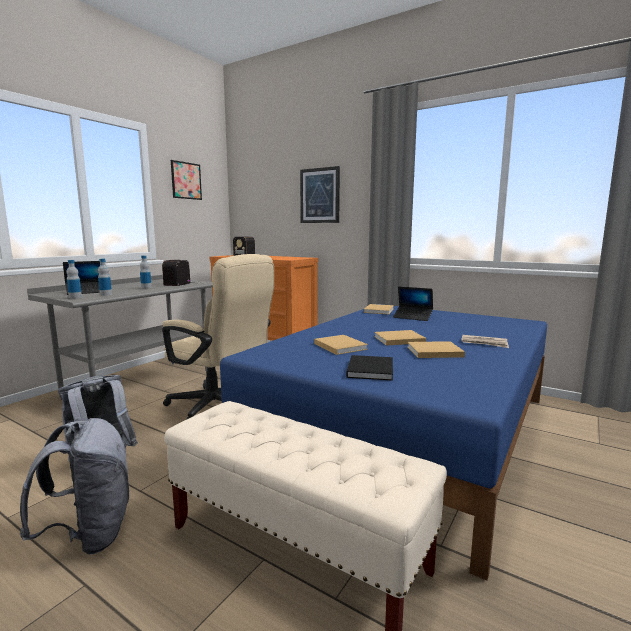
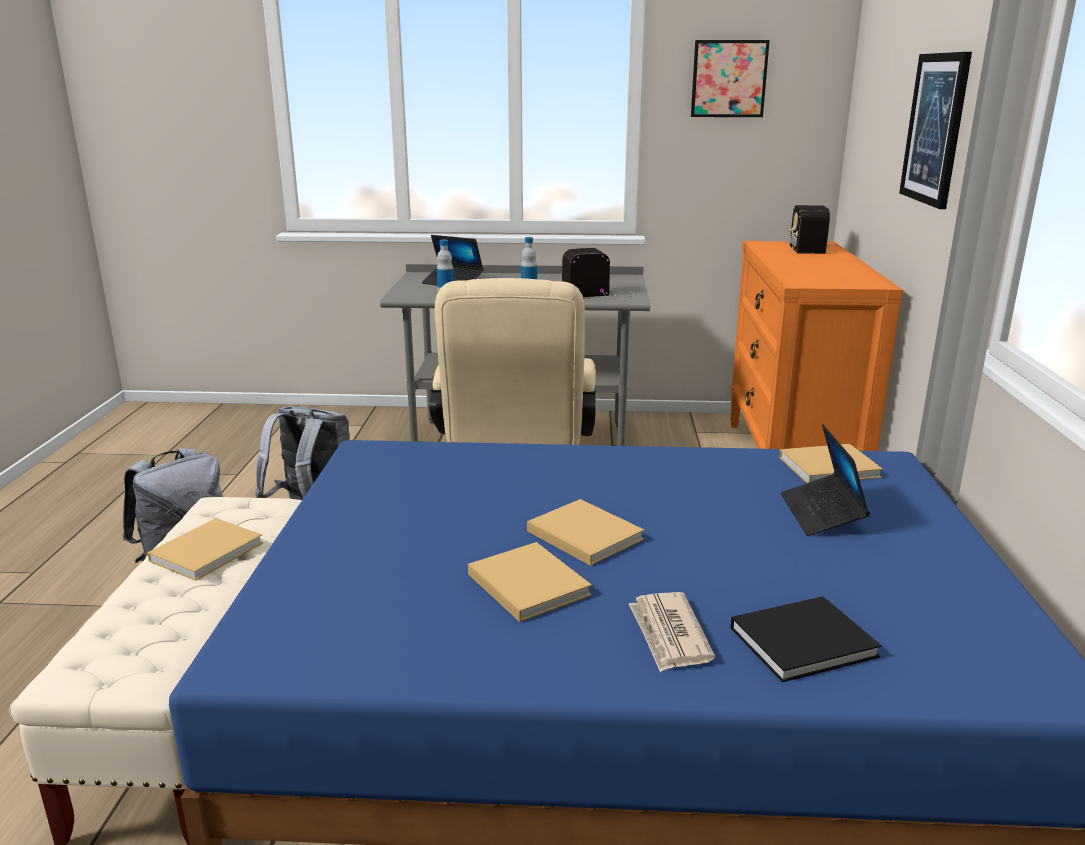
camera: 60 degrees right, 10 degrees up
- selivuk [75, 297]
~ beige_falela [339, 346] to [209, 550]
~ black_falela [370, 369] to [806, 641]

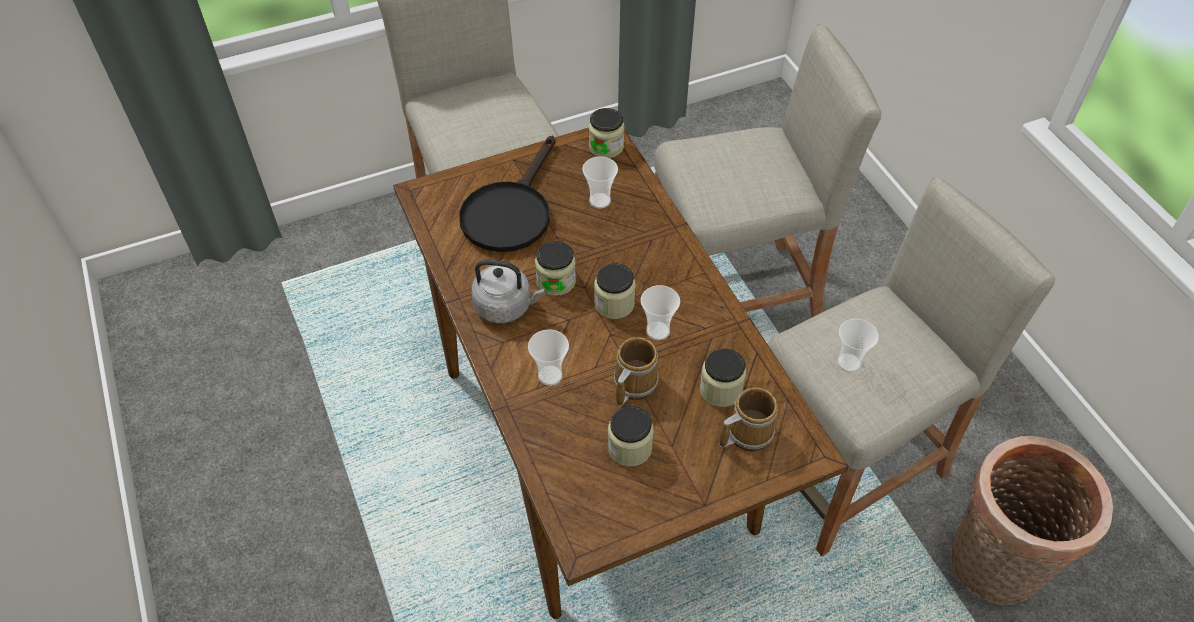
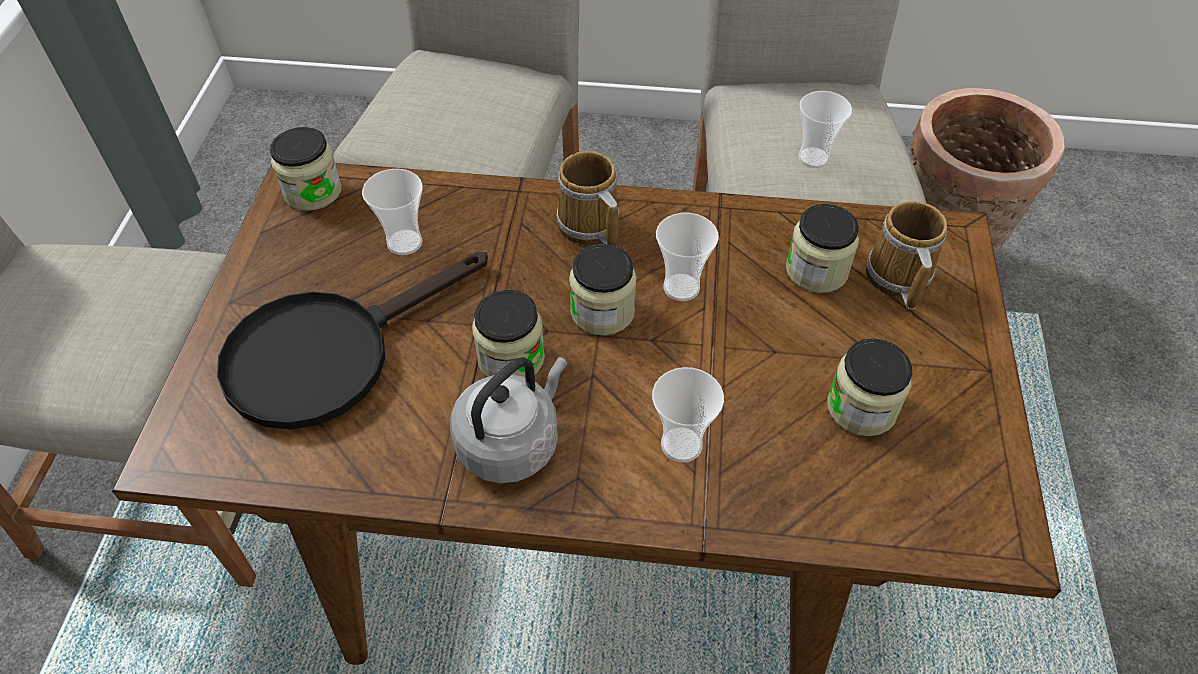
camera: 60 degrees left, 0 degrees up
~ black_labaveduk [510, 211] = [329, 353] 90 degrees clockwise
~ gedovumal [632, 384] to [589, 227]

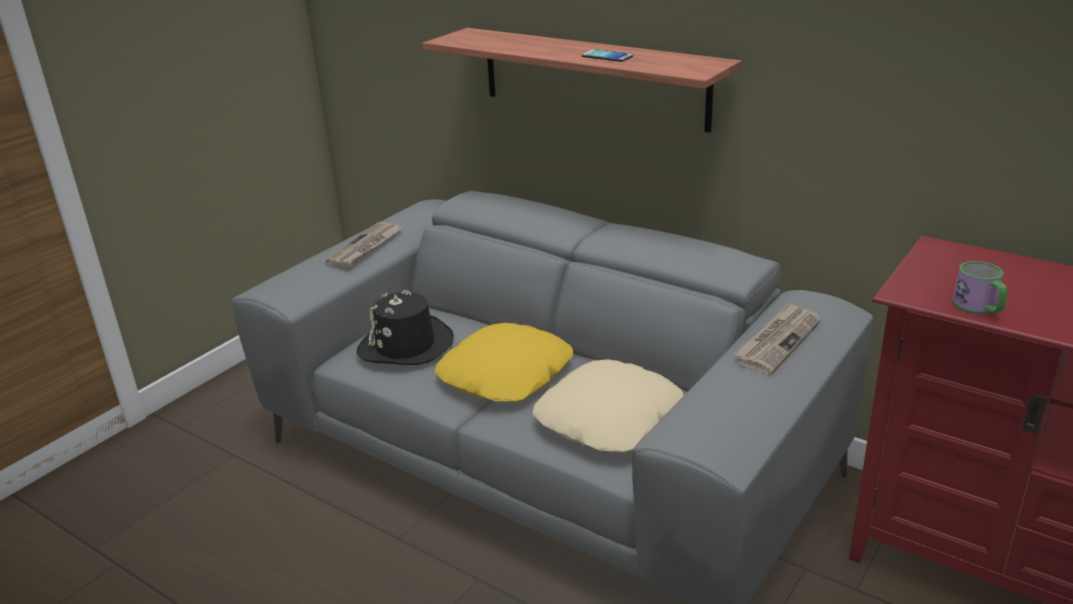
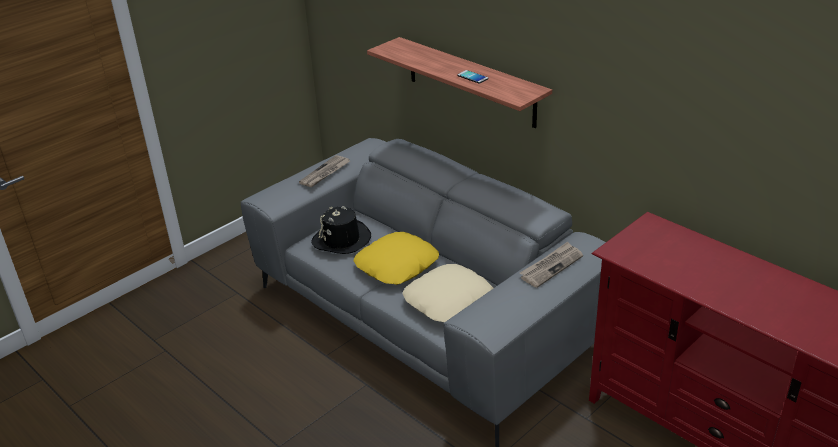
camera: 10 degrees right, 5 degrees up
- gedovumal [979, 308]

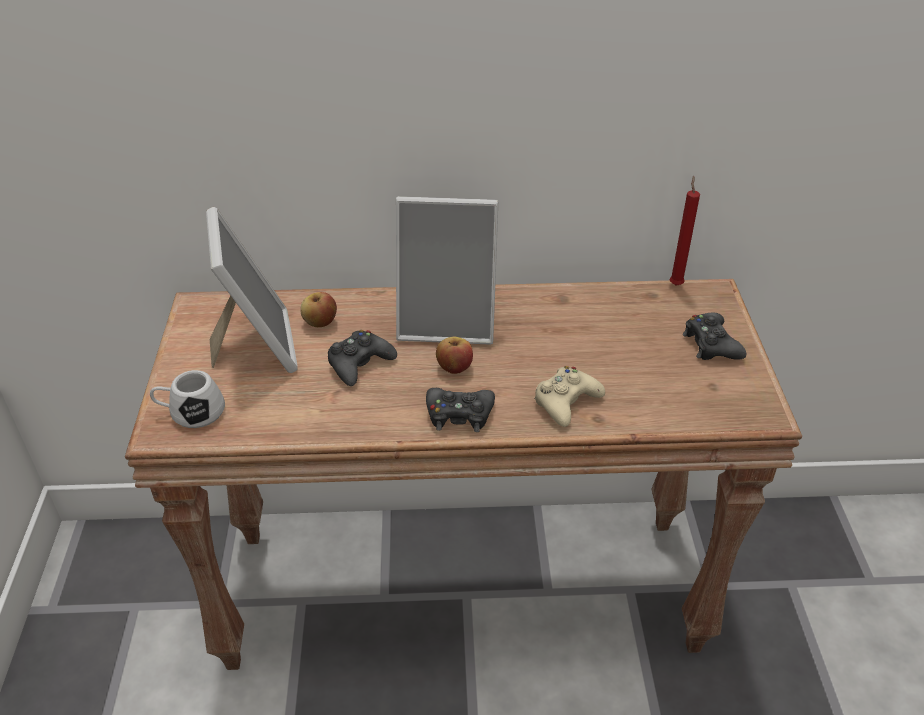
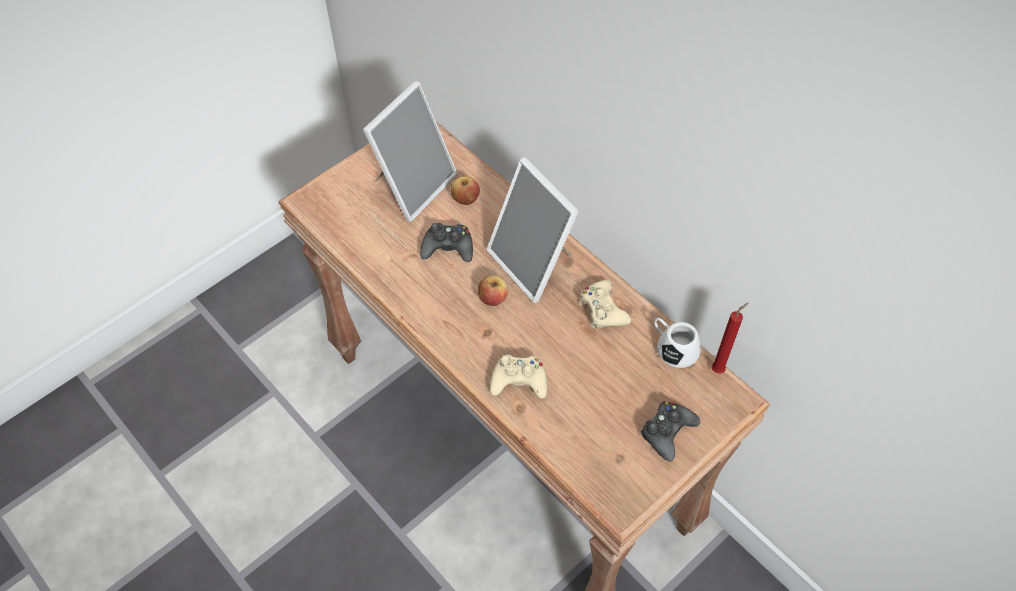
camera: 50 degrees right, 15 degrees up
~ white_gedovumal [191, 412] to [673, 347]
- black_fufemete [459, 414]
+ beige_fufemete [602, 310]

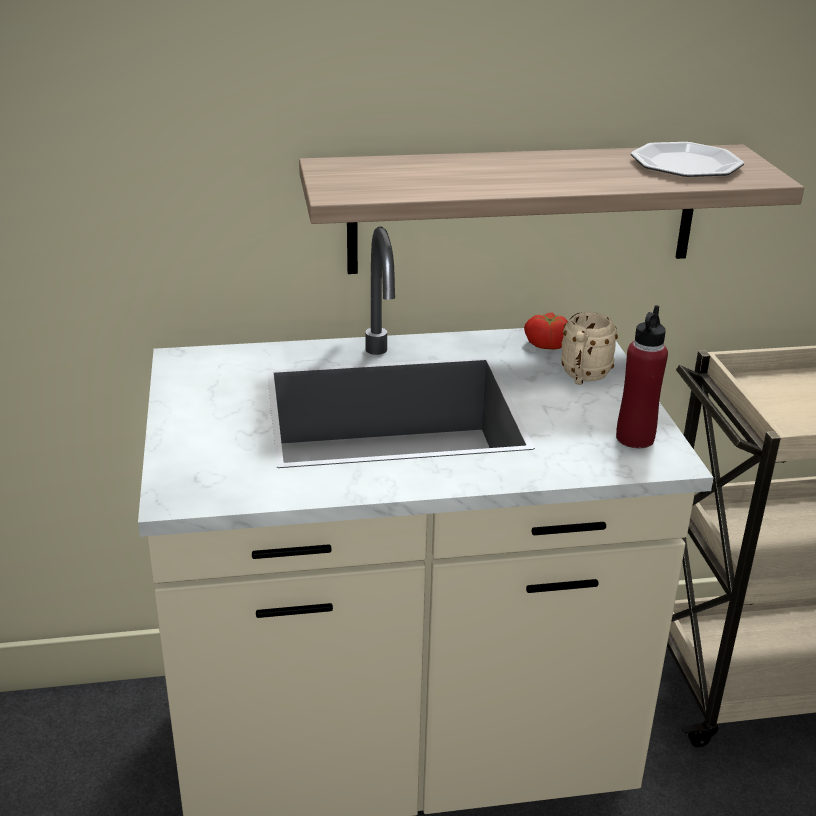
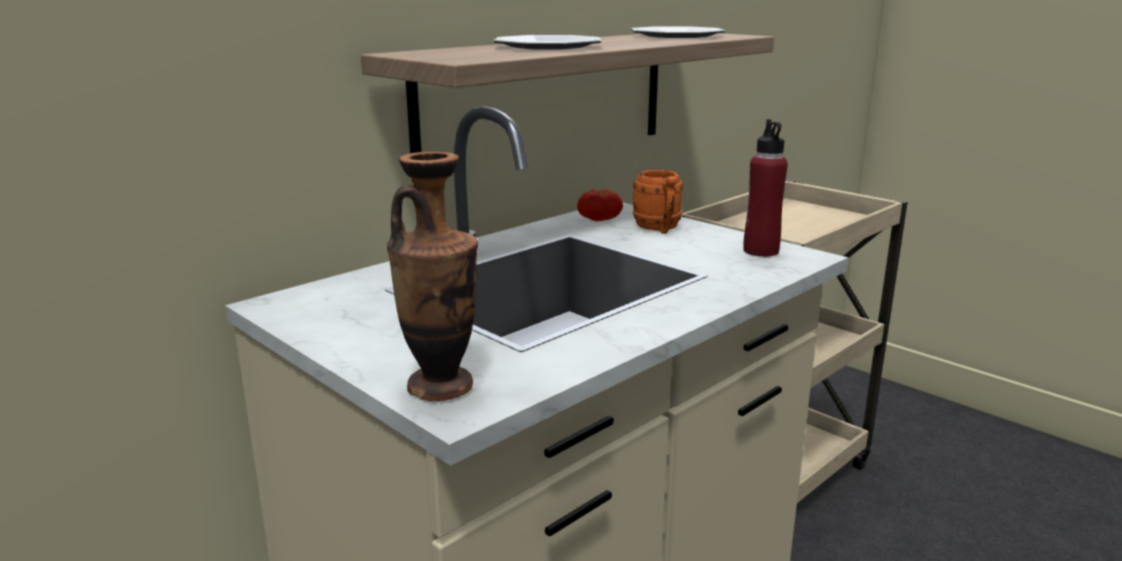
camera: 35 degrees left, 10 degrees down
~ beige_gedovumal [583, 377] to orange_gedovumal [659, 229]
+ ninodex [548, 46]
+ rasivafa [440, 386]

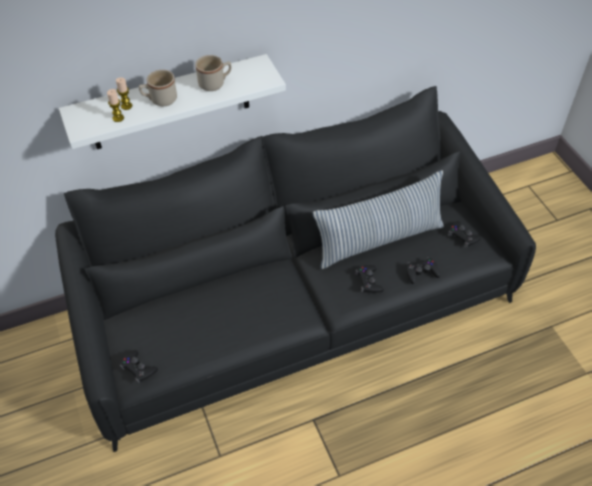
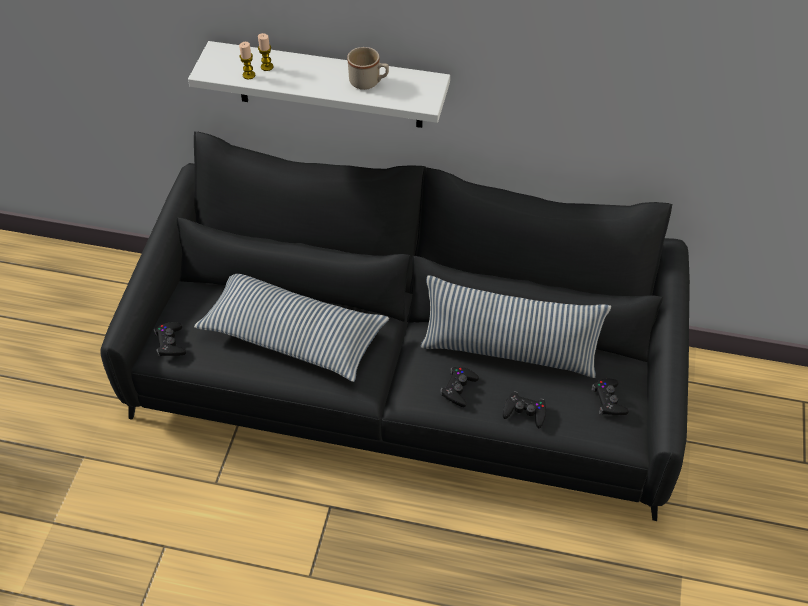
camera: 35 degrees right, 0 degrees up
- beige_gedovumal [160, 100]
+ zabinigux [293, 334]

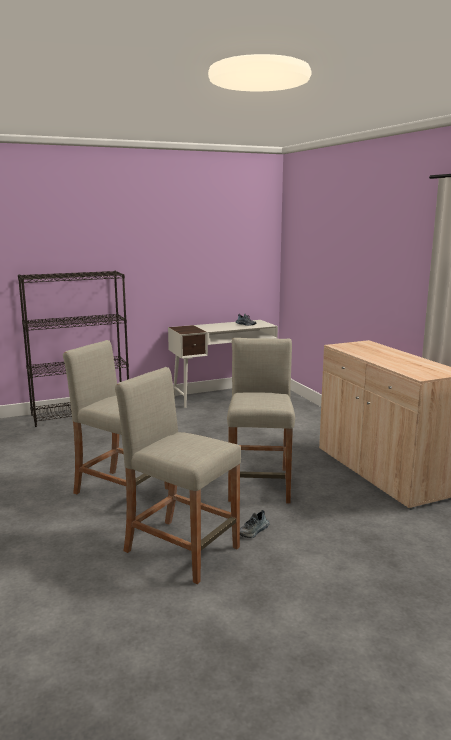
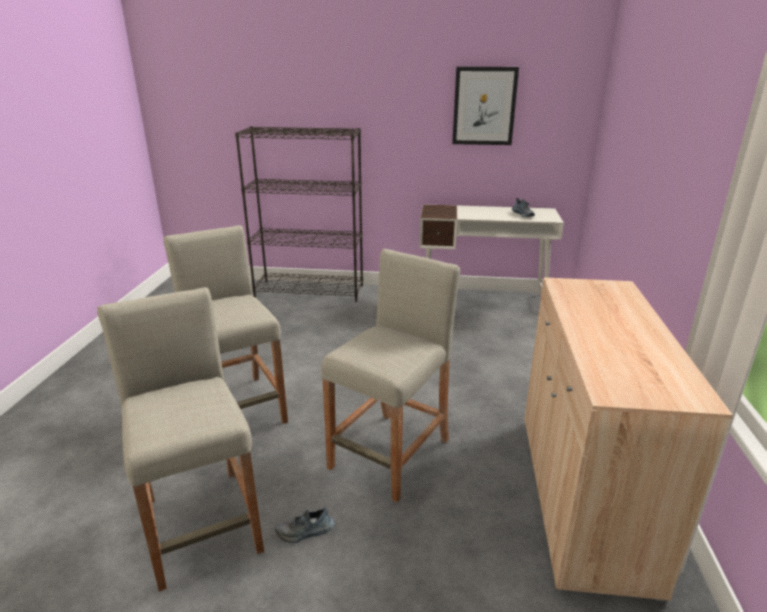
camera: 30 degrees right, 10 degrees up
+ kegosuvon [484, 106]

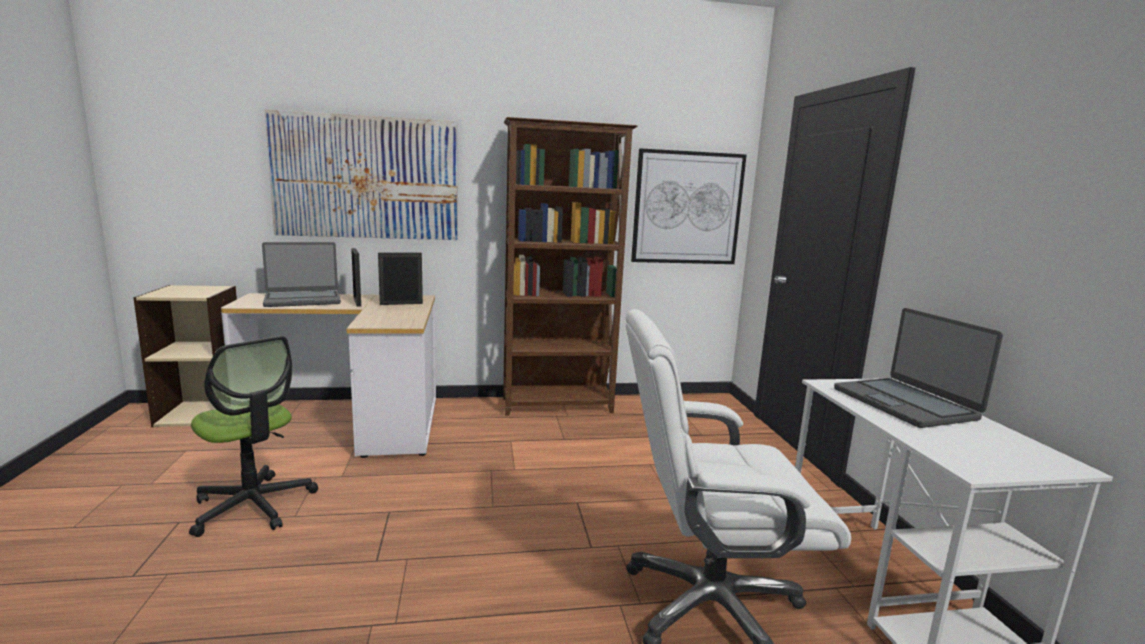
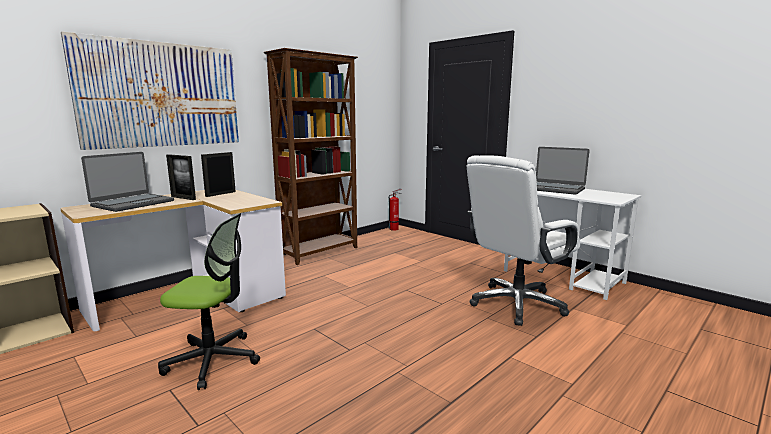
camera: 35 degrees left, 0 degrees up
- kegosuvon [687, 208]
+ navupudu [395, 229]

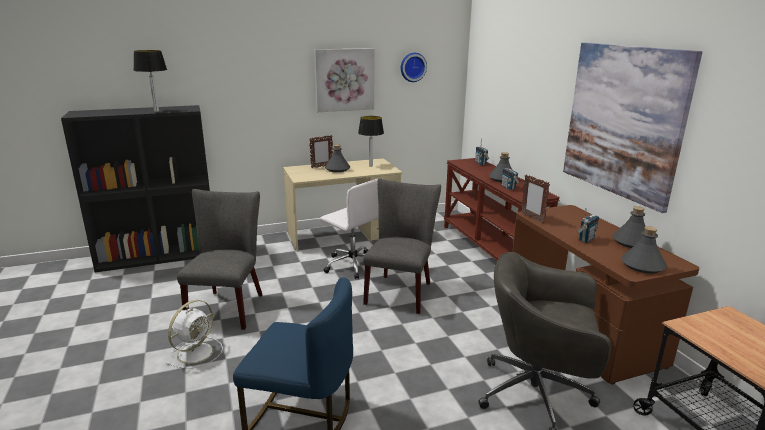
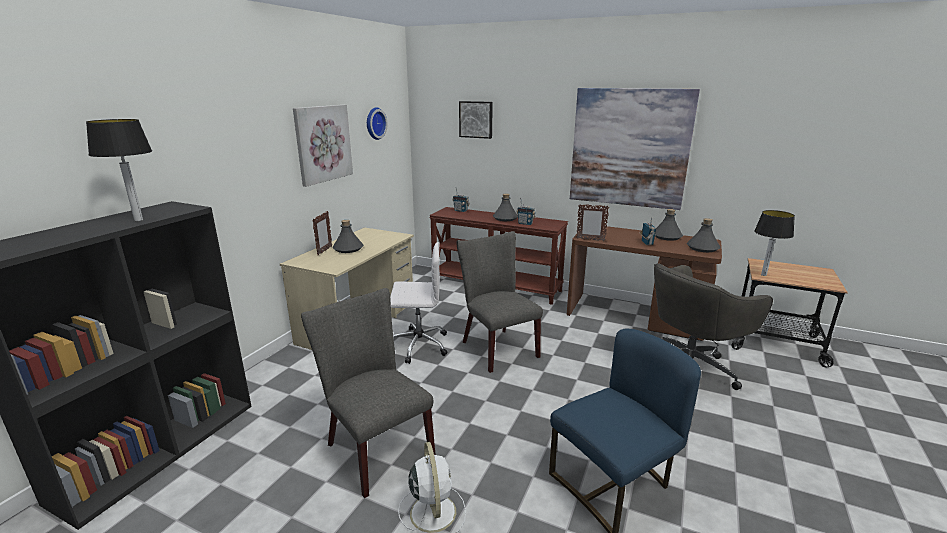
camera: 45 degrees left, 0 degrees up
~ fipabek [371, 166] to [764, 275]
+ kegosuvon [476, 119]

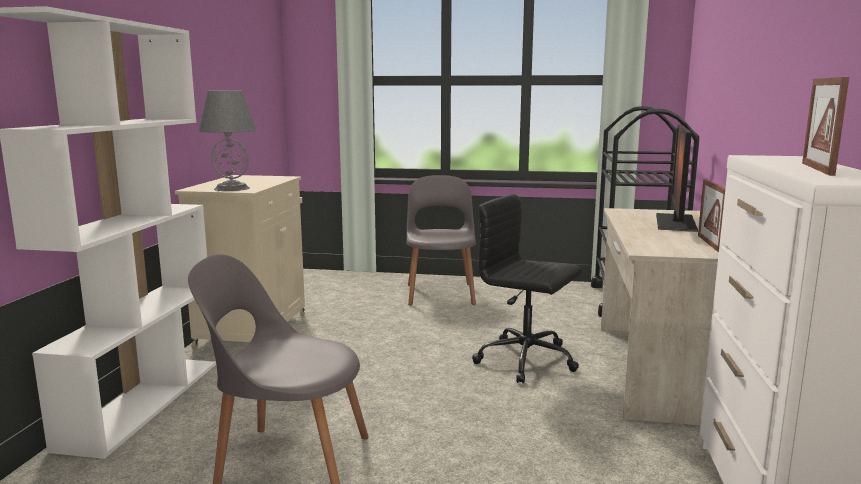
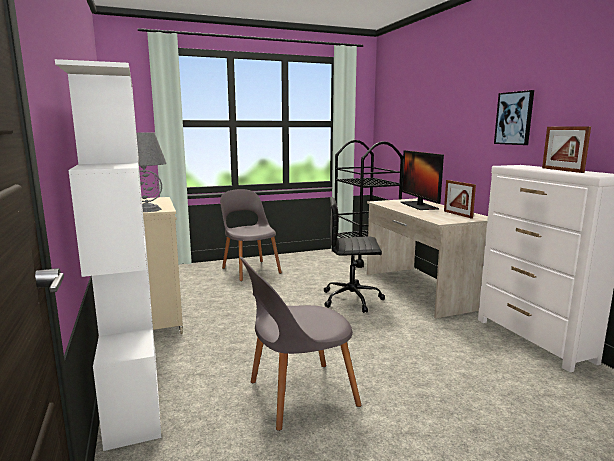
camera: 30 degrees left, 0 degrees up
+ kegosuvon [514, 118]

